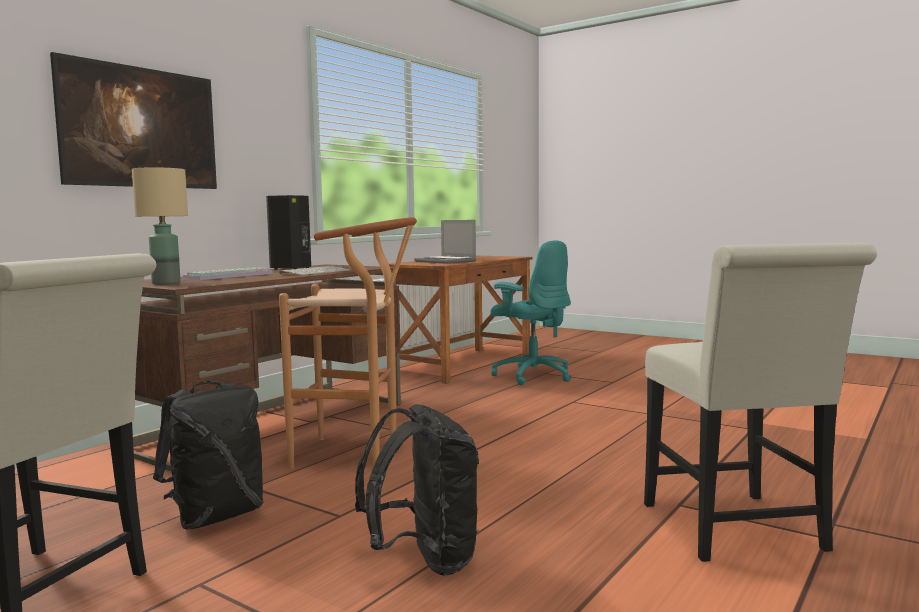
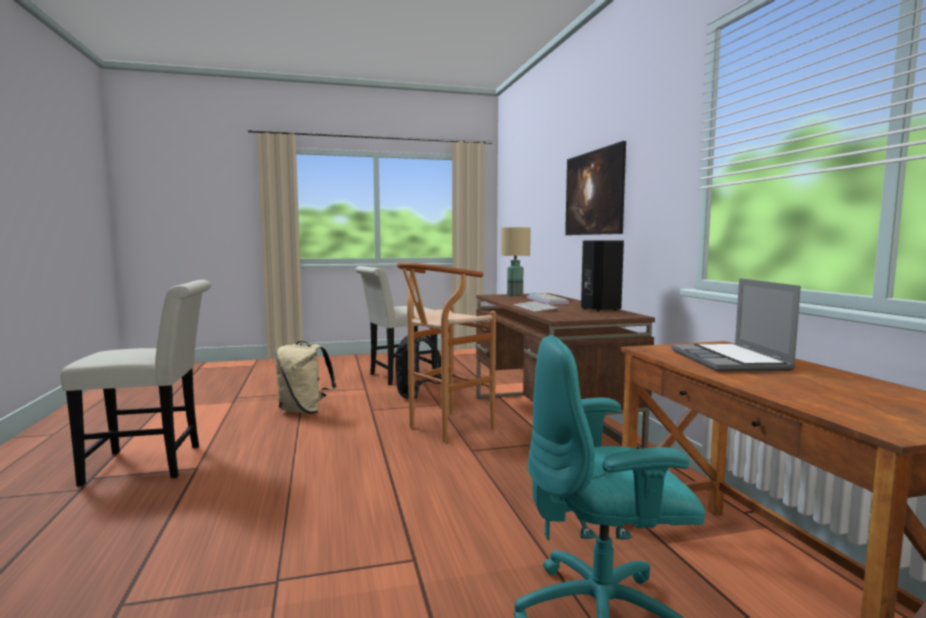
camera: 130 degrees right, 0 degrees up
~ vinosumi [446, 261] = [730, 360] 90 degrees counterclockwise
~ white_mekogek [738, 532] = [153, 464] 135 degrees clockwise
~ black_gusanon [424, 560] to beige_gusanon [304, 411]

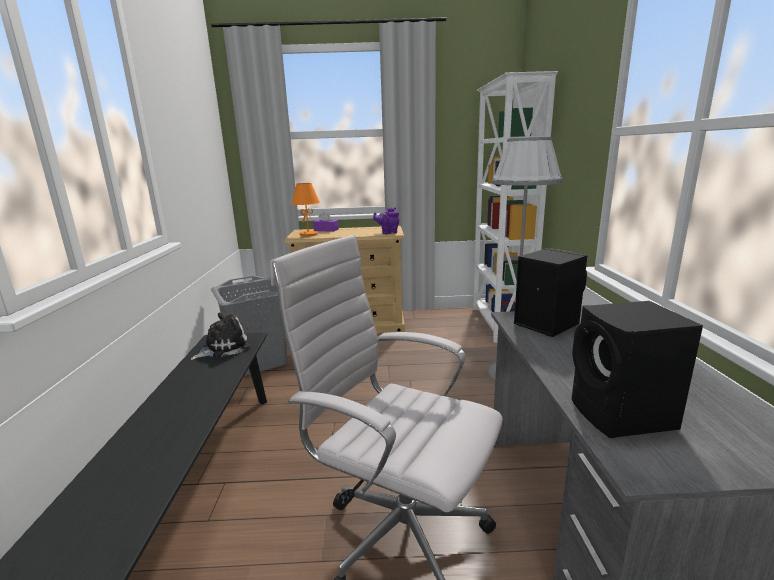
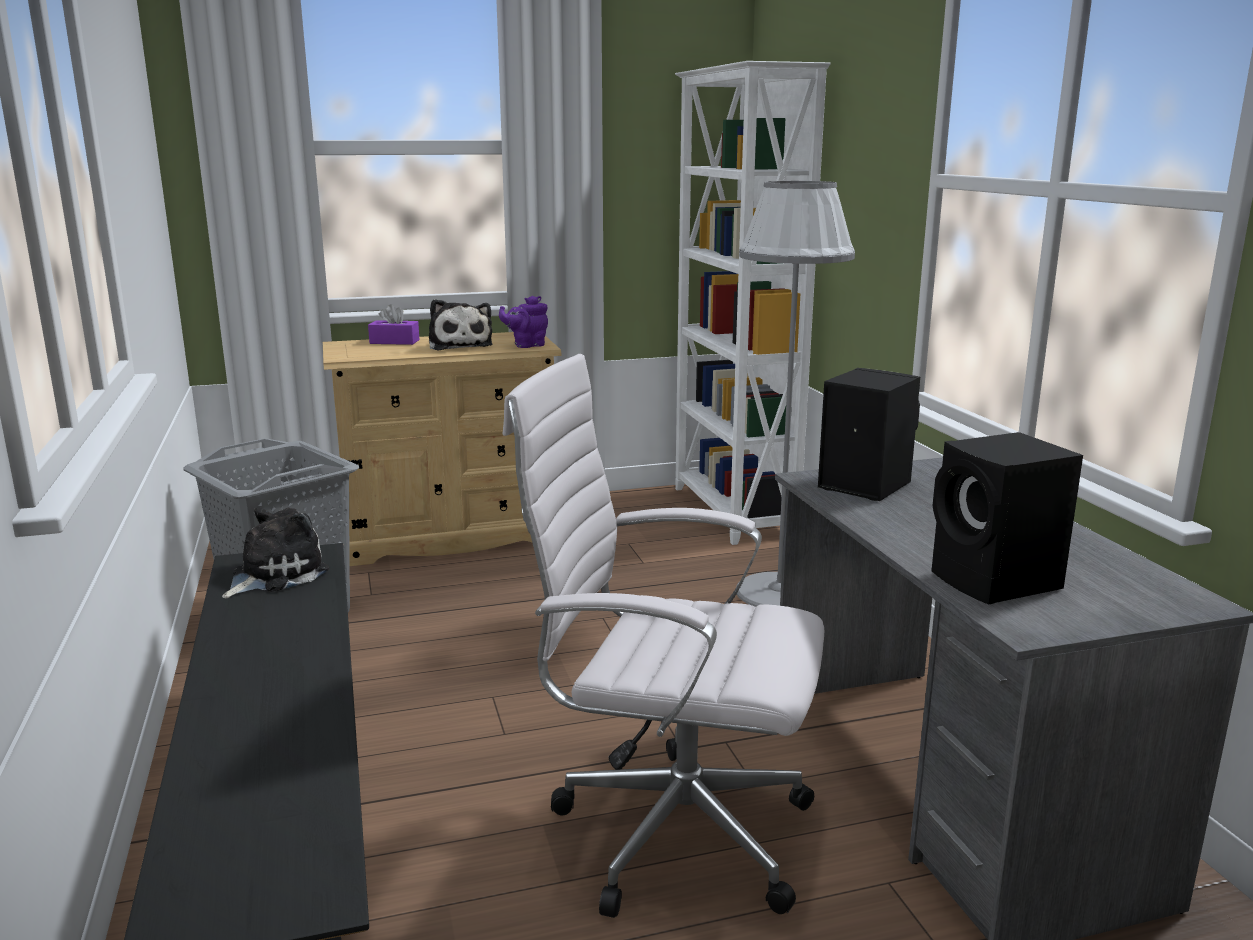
camera: 15 degrees left, 0 degrees up
- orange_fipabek [308, 234]
+ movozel [460, 345]

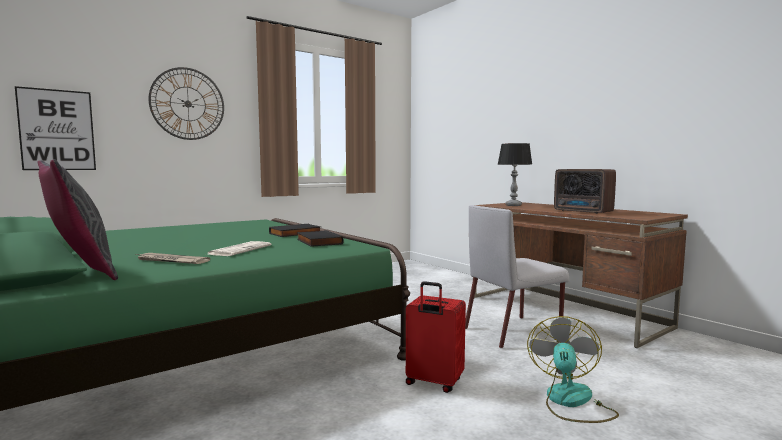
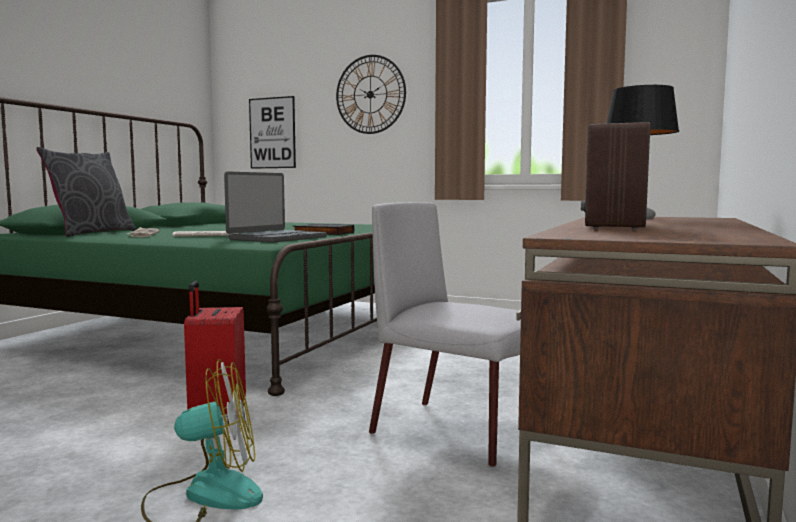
camera: 60 degrees right, 0 degrees up
~ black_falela [318, 242] to vinosumi [277, 238]

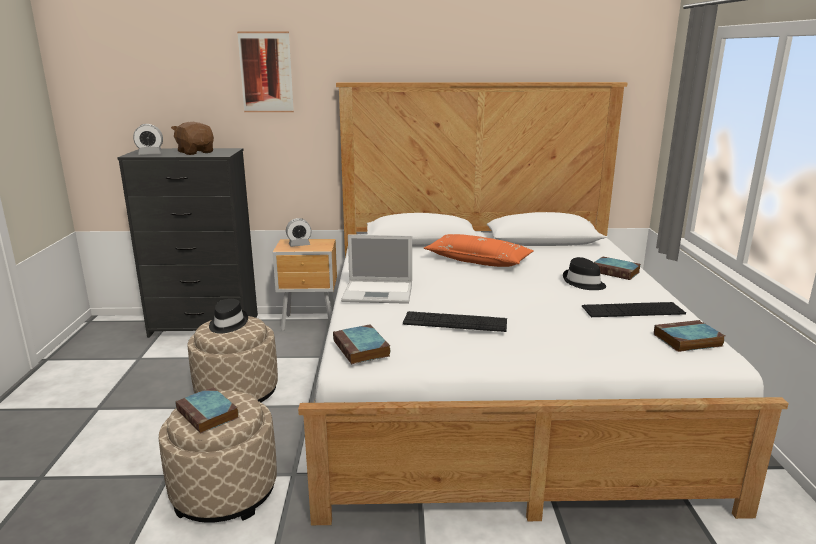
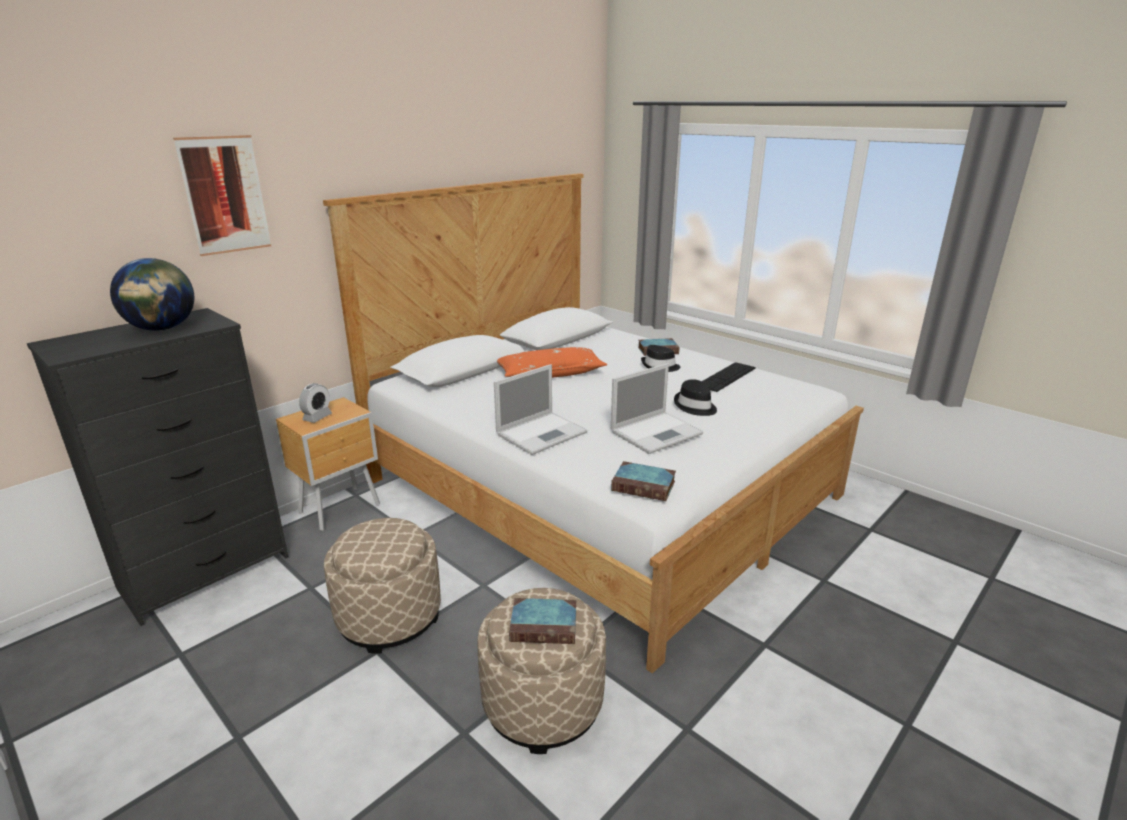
camera: 45 degrees left, 5 degrees up
~ brown_movozel [196, 152] to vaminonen [162, 329]
- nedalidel [150, 154]
~ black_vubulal [227, 324] to [695, 406]
~ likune [455, 322] to vinosumi [657, 432]
- falela [687, 340]

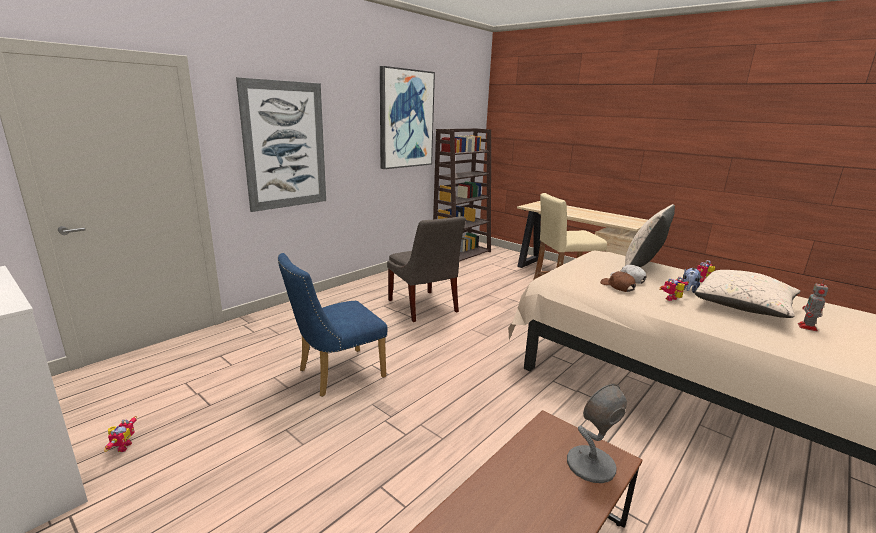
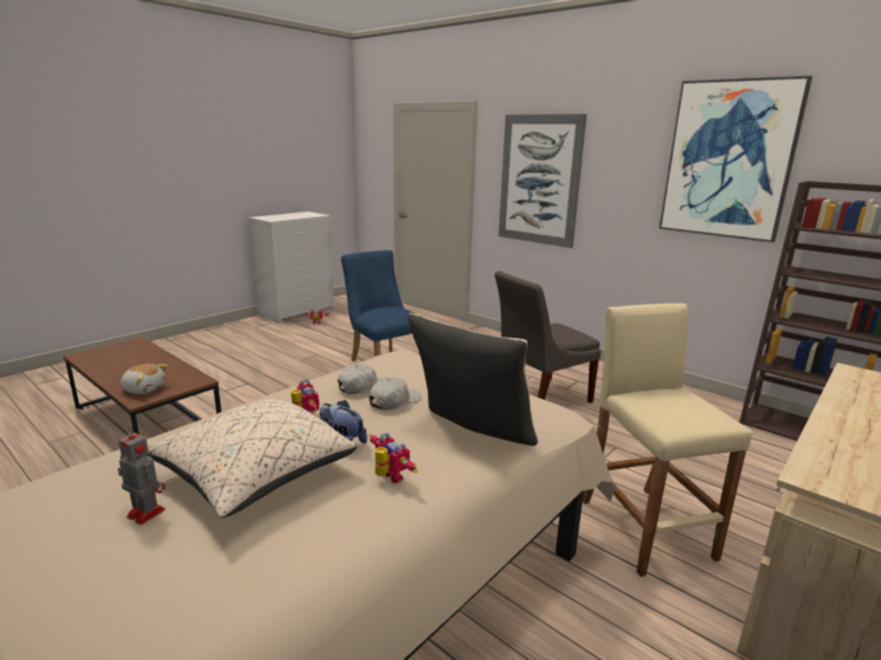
camera: 90 degrees right, 0 degrees up
~ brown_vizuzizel [617, 287] to white_vizuzizel [363, 388]
~ grey_fipabek [590, 465] to movozel [144, 389]

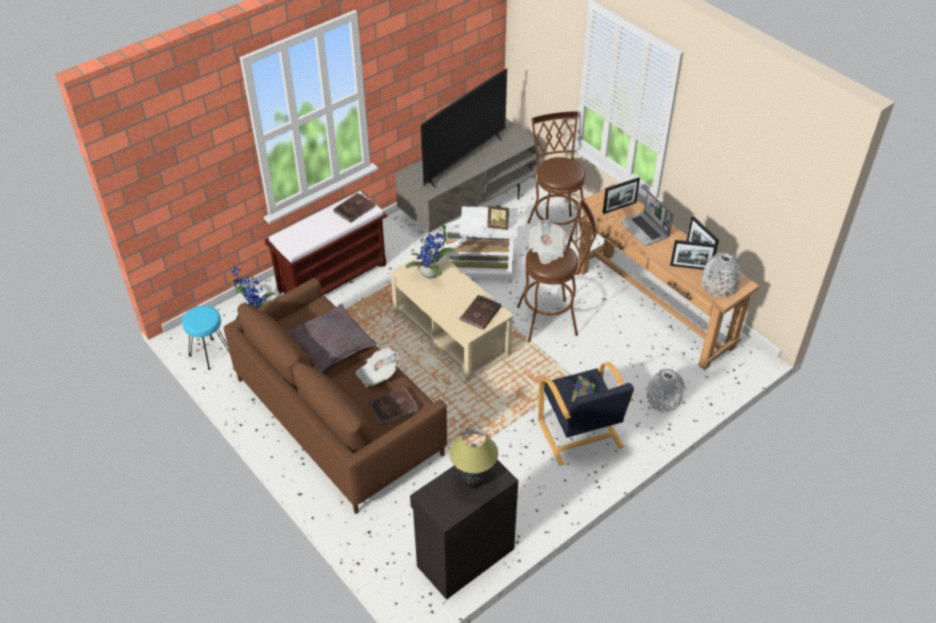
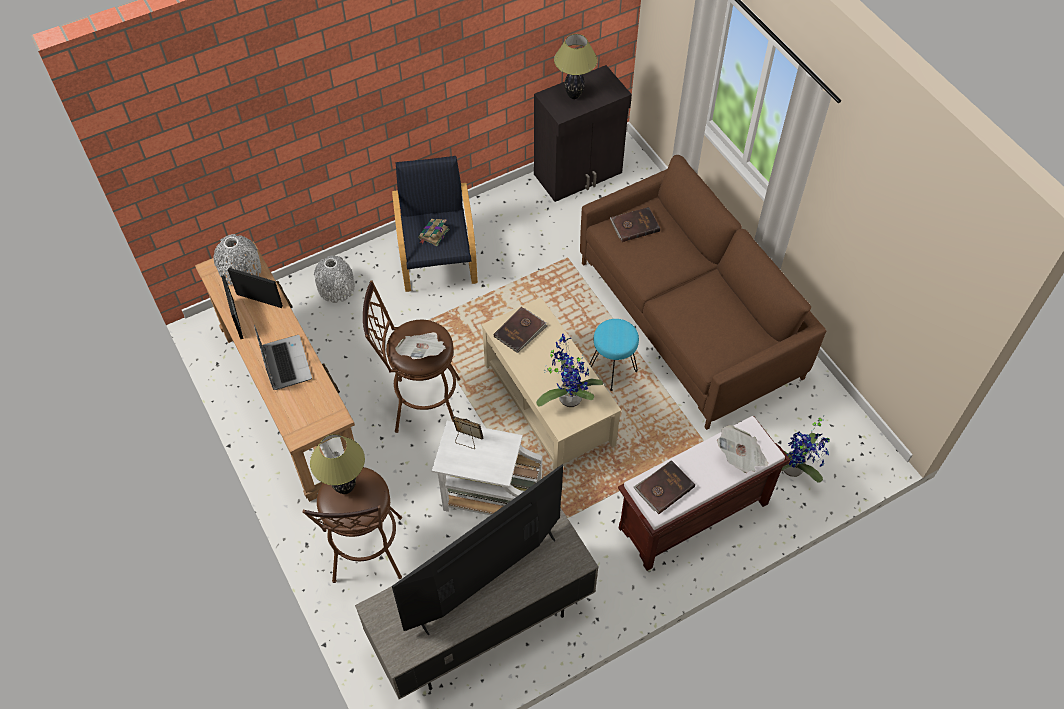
camera: 170 degrees left, 10 degrees up
- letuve [619, 207]
- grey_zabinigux [331, 344]
~ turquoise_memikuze [210, 353] to [612, 371]
~ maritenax [377, 374] to [740, 457]
+ fipabek [345, 488]

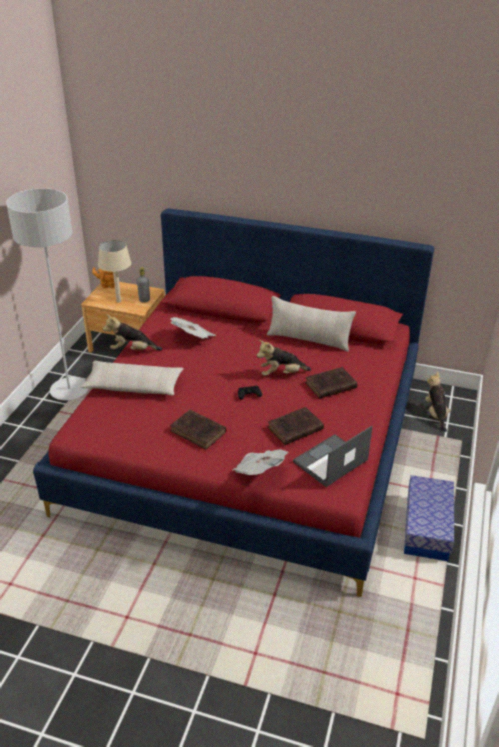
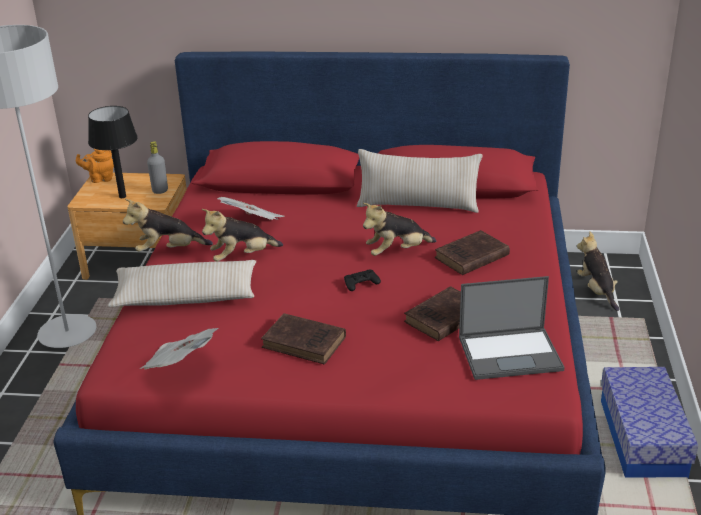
camera: 10 degrees left, 5 degrees down
~ beige_fipabek [119, 301] to black_fipabek [123, 196]
~ vinosumi [330, 461] = [511, 353] 135 degrees counterclockwise
~ maritenax [259, 471] to [181, 365]
+ movozel [242, 257]

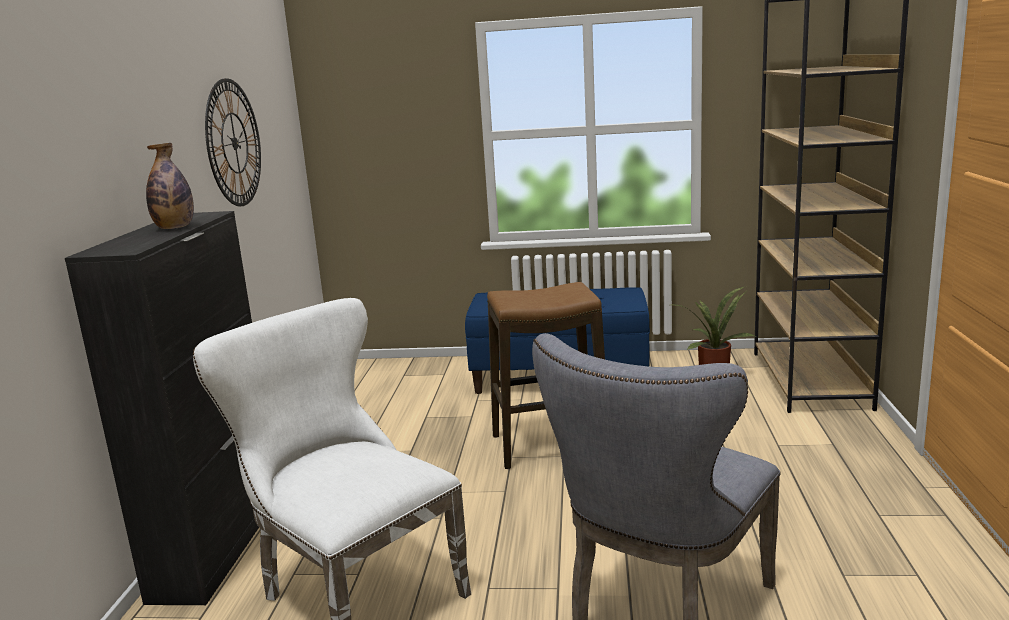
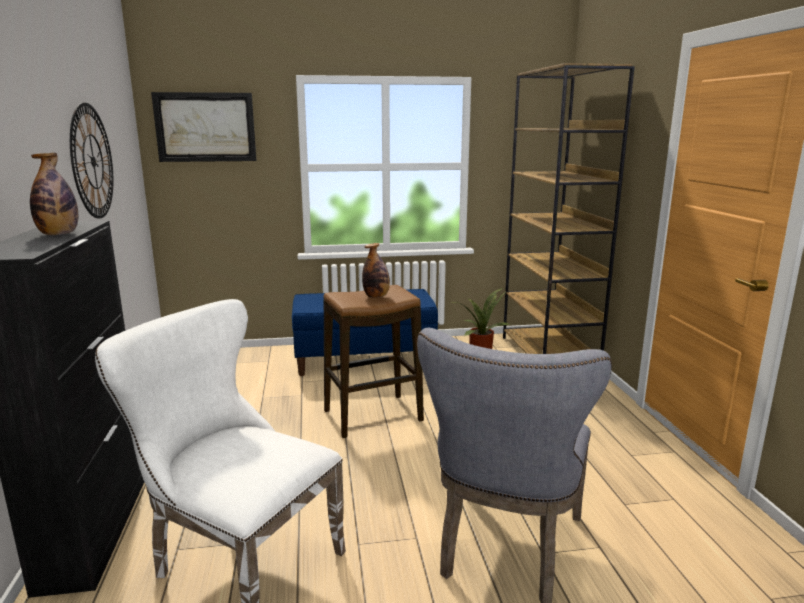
camera: 15 degrees left, 0 degrees up
+ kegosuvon [205, 127]
+ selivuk [376, 296]

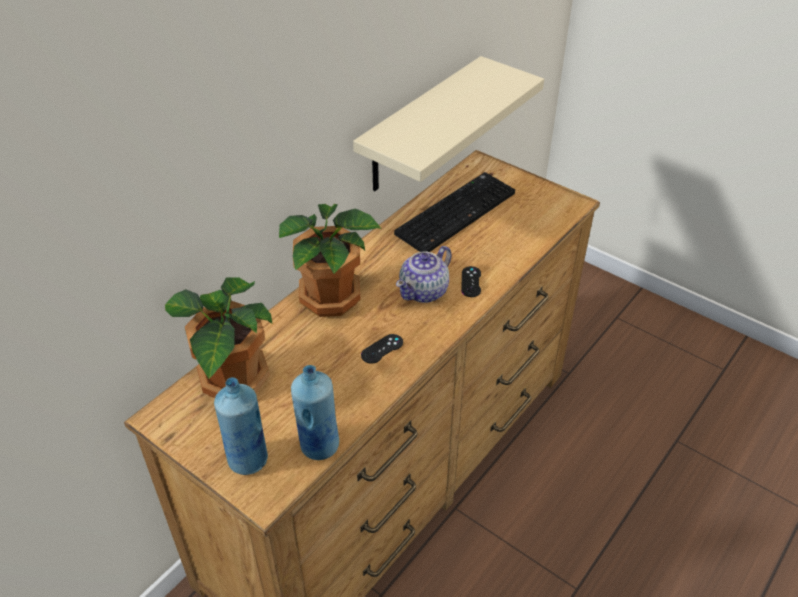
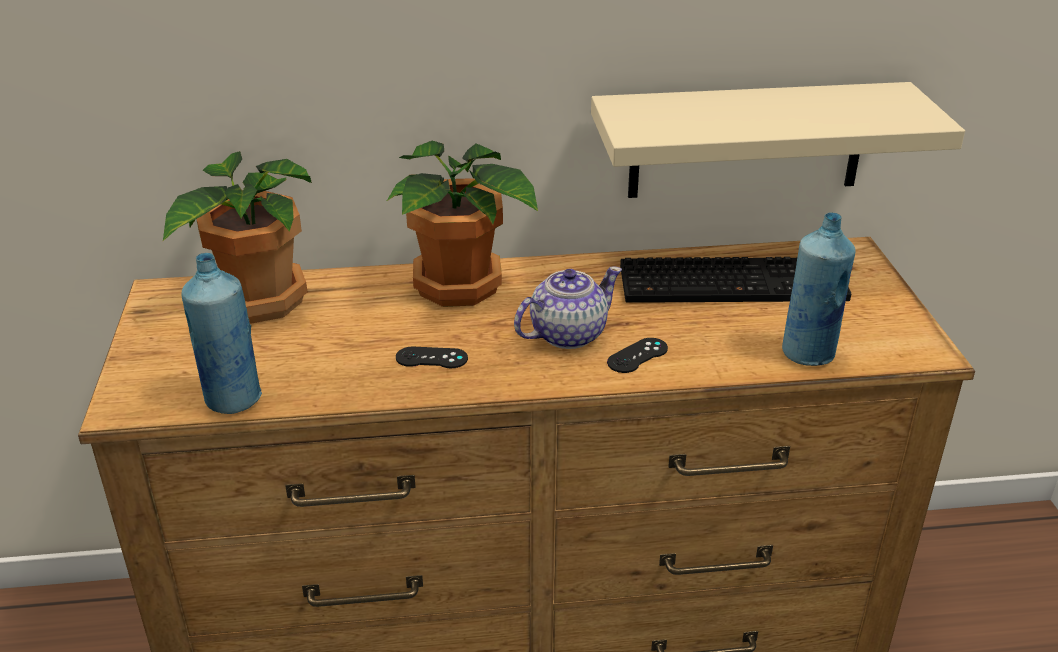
camera: 45 degrees right, 10 degrees down
~ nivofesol [424, 291] = [566, 334] 150 degrees clockwise
~ blue_selivuk [248, 459] to [808, 353]

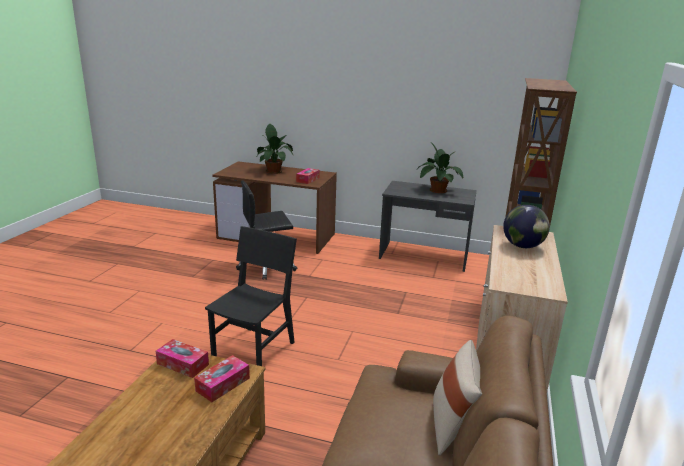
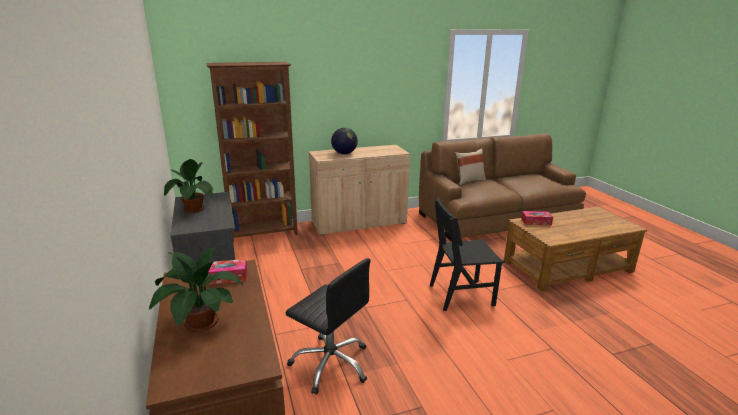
camera: 125 degrees left, 0 degrees up
- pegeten [183, 364]

